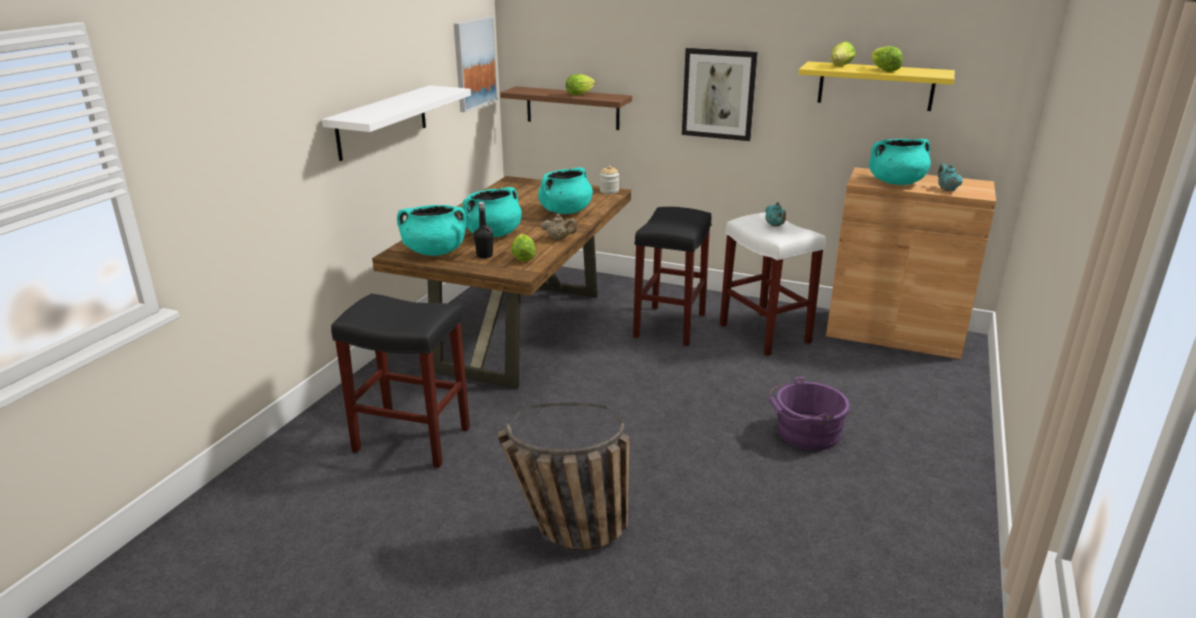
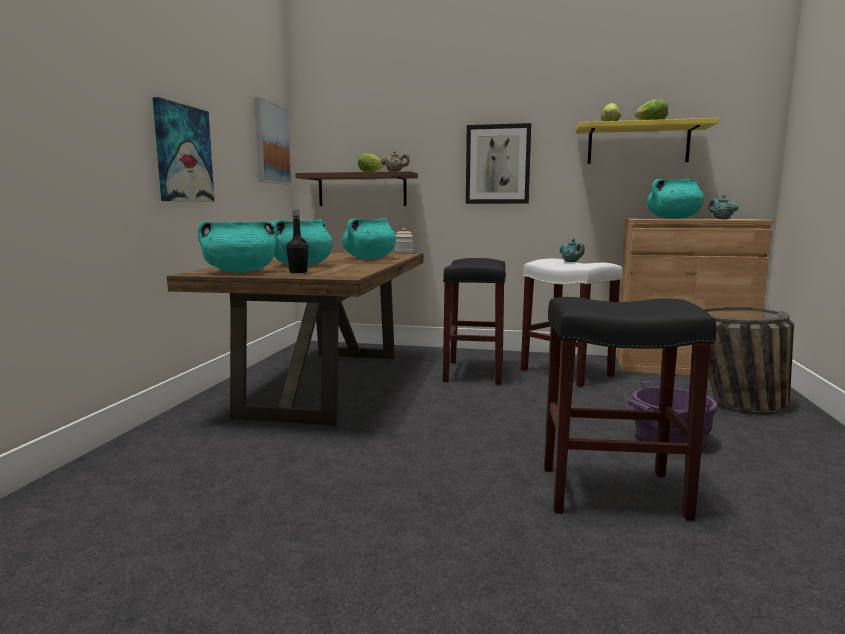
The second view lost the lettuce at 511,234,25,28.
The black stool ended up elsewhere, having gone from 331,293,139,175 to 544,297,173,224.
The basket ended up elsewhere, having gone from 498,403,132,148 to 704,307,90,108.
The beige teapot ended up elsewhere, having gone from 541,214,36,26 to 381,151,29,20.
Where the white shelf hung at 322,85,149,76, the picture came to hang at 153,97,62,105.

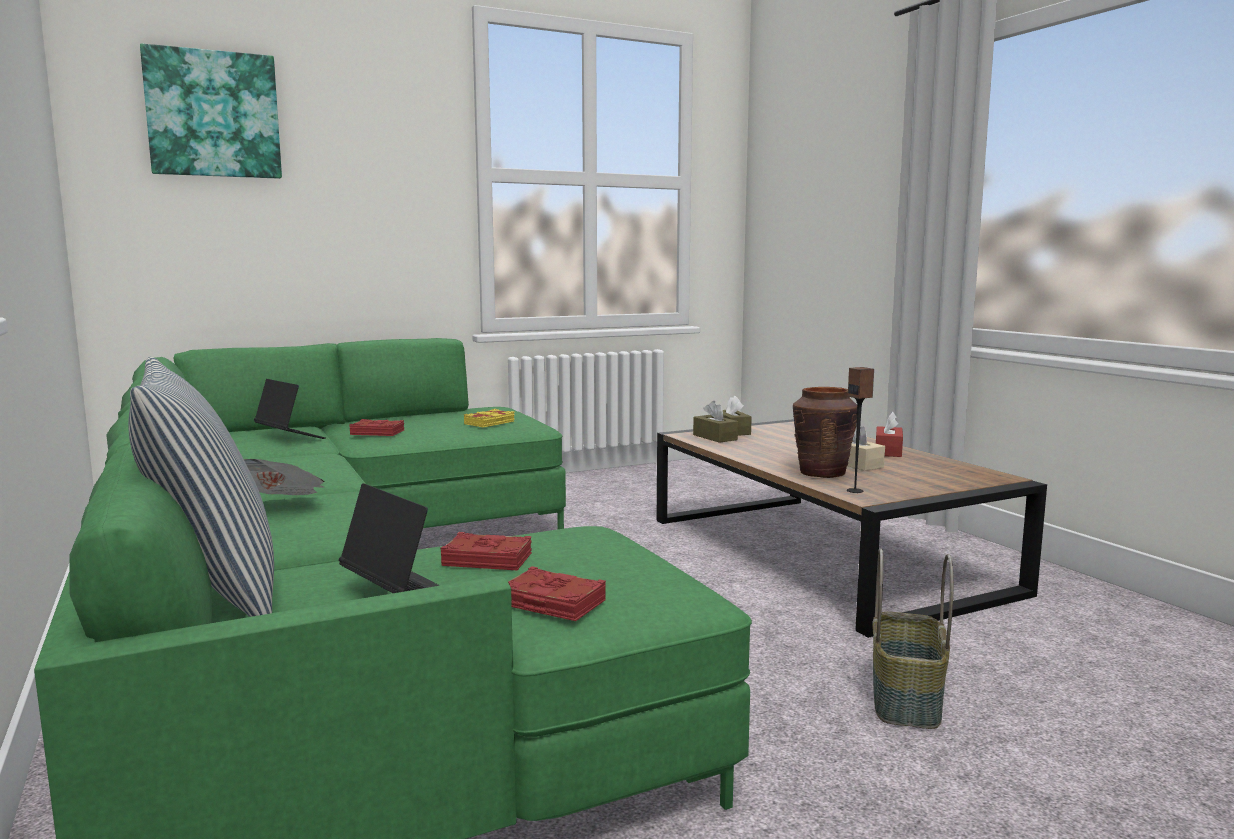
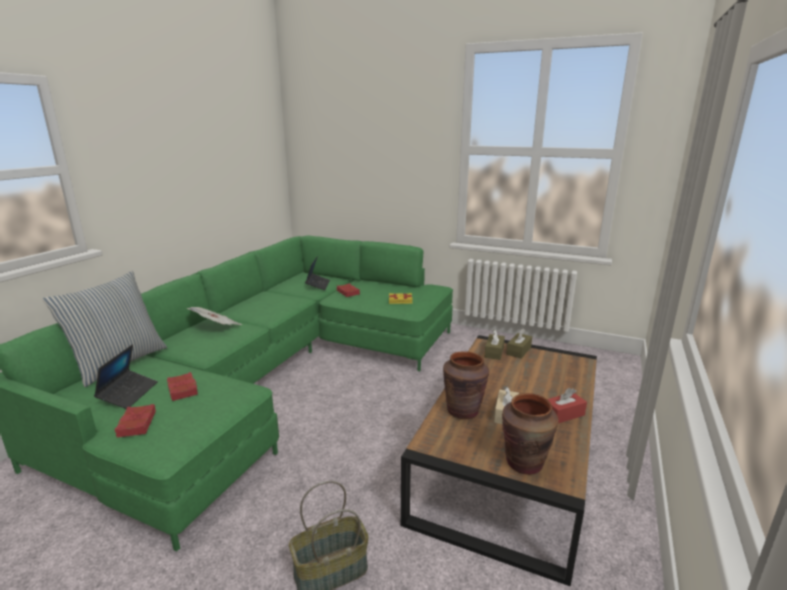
The second view lost the picture at 140,43,142,136.
The second view lost the speaker at 847,367,27,126.
The second view gained the brown vase at 502,393,56,82.

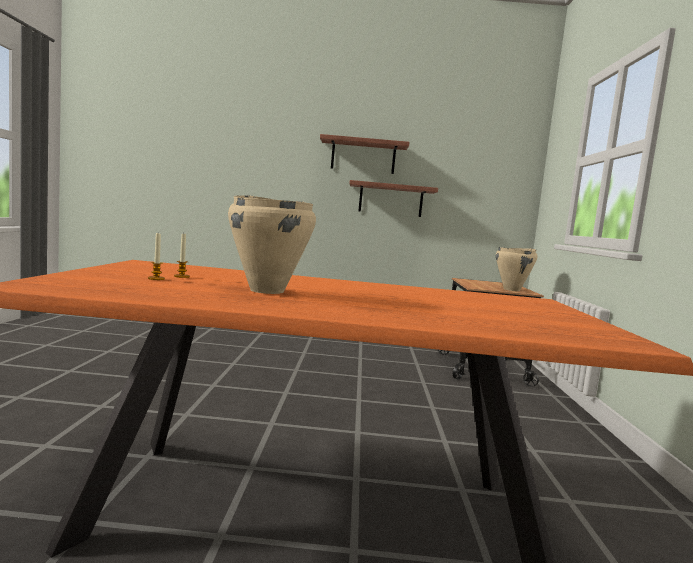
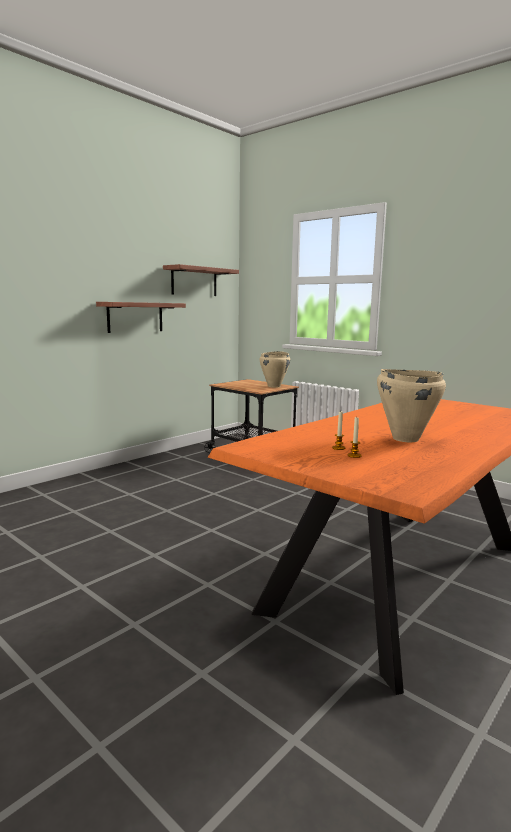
The shelf ended up elsewhere, having gone from 320,134,89,40 to 163,264,76,32.

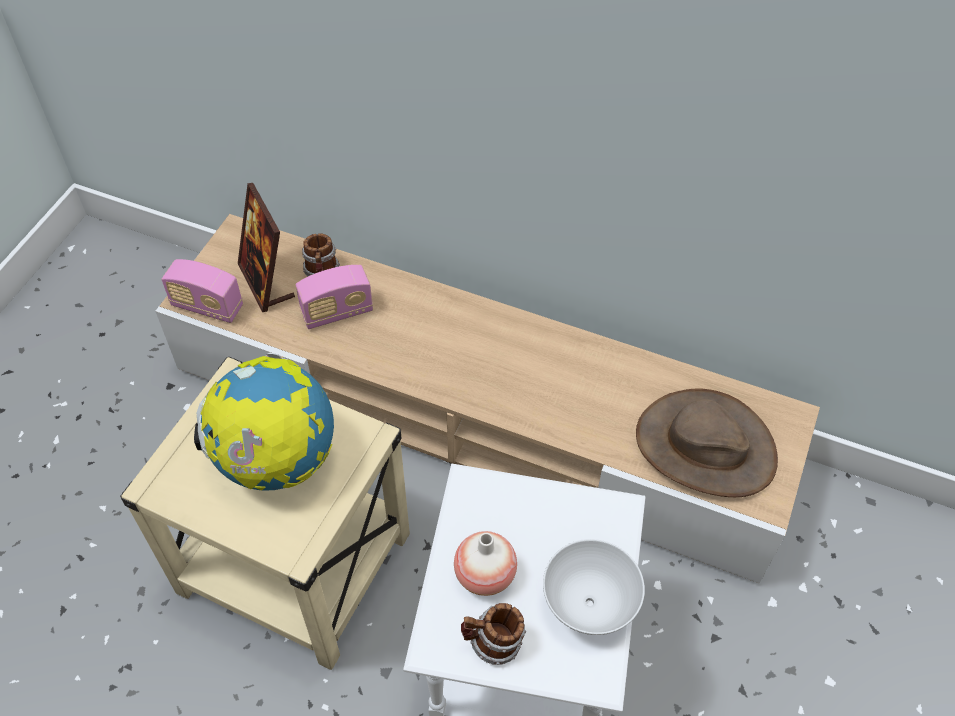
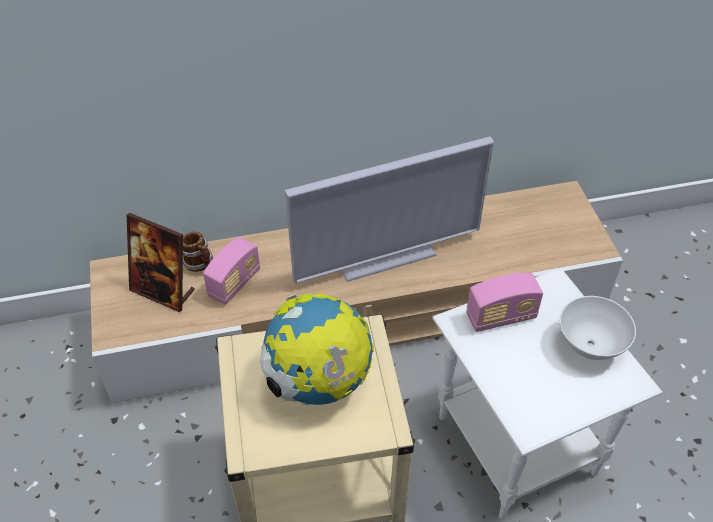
The second view lost the vase at 454,531,63,65.
The second view lost the mug at 461,603,65,62.
The second view lost the brown hat at 636,388,142,109.
The second view gained the television at 285,137,209,146.
The radio ended up elsewhere, having gone from 162,259,81,64 to 466,273,77,59.

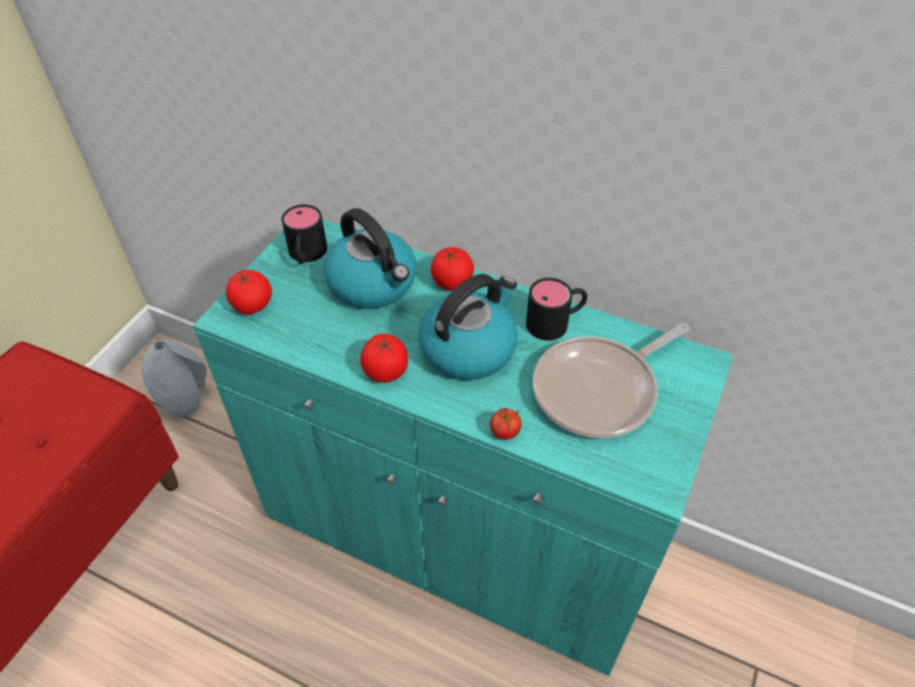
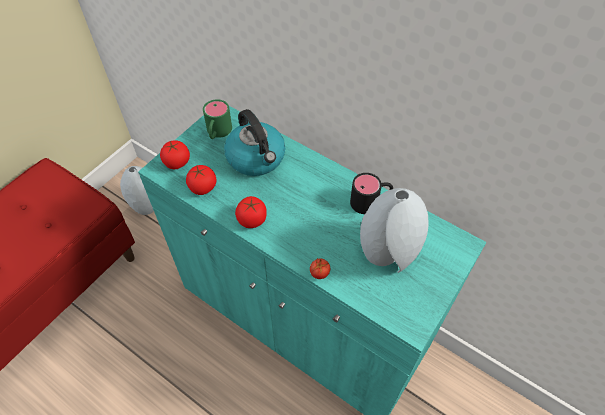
The second view lost the kettle at 418,274,100,106.
The tomato ended up elsewhere, having gone from 431,247,43,43 to 186,165,30,30.
Where the frying pan stood at 533,323,157,116, the grey vase came to stand at 360,188,68,85.
What was the black mug at 282,205,45,59 turned into the green mug at 203,99,29,40.

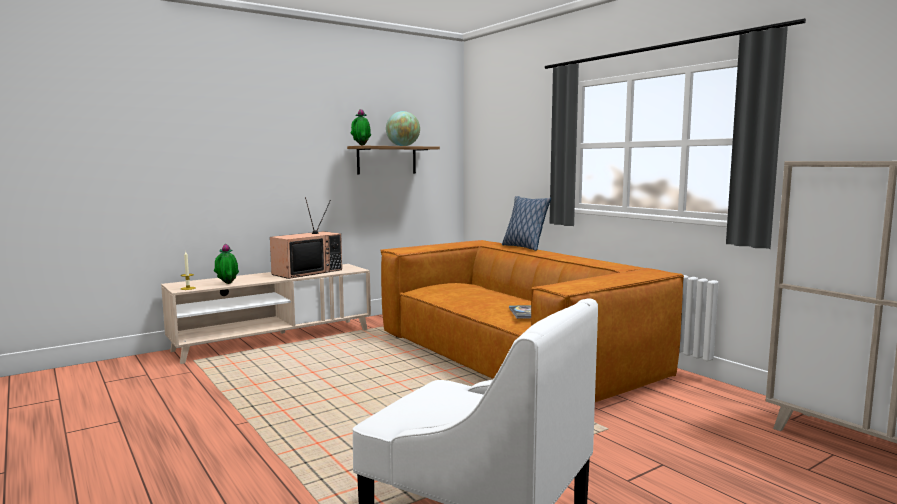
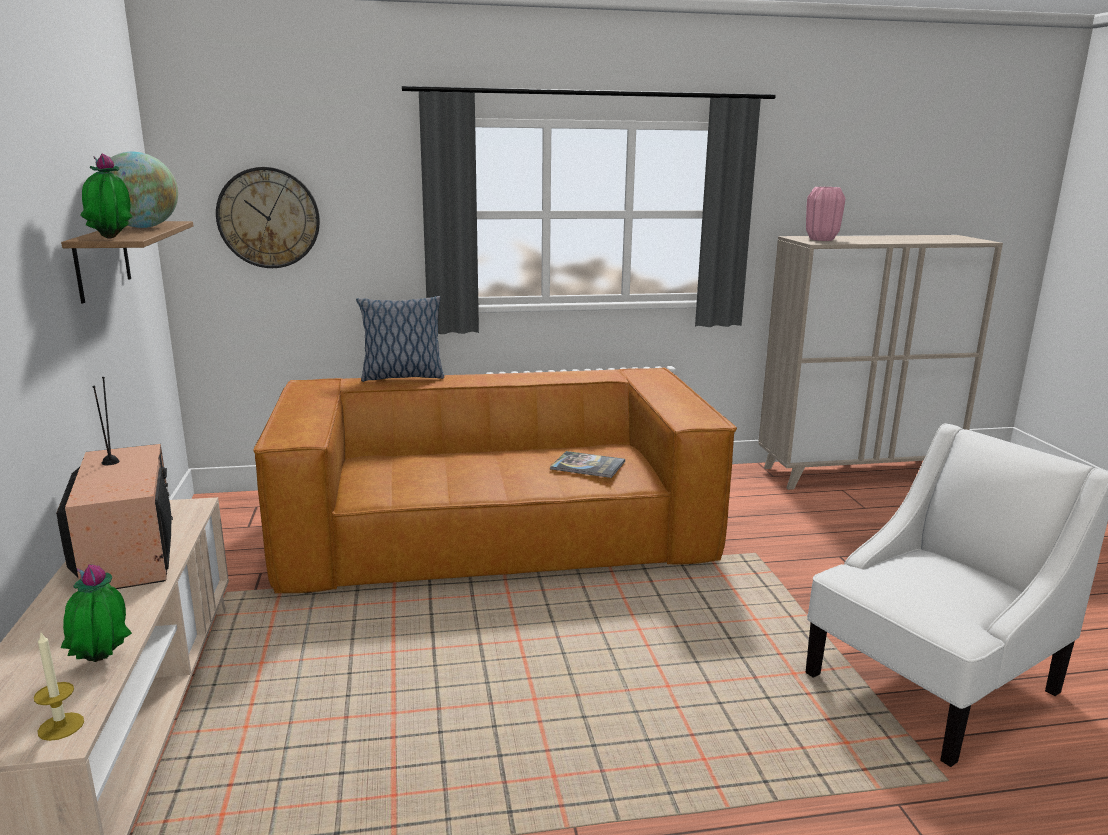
The second view gained the wall clock at 216,167,104,101.
The second view gained the pink vase at 806,187,39,54.

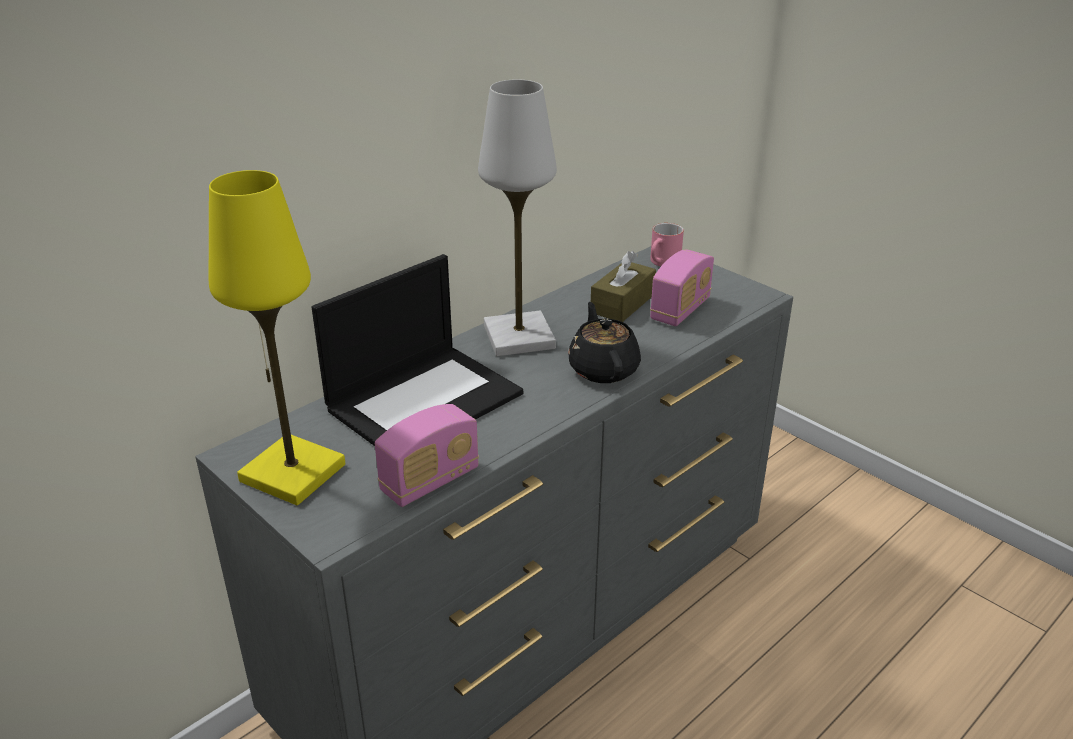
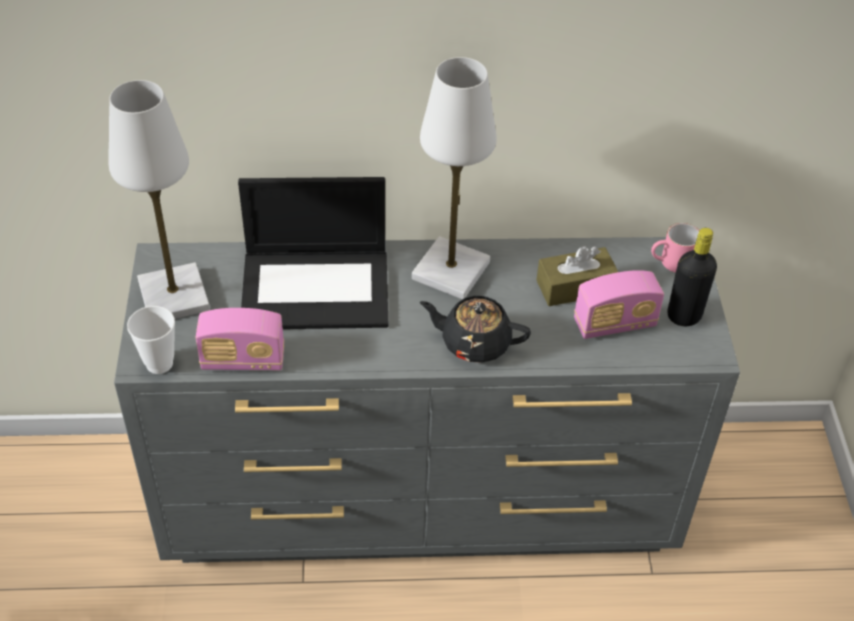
The second view gained the cup at 127,306,48,68.
The second view gained the black bottle at 667,228,50,98.
What was the yellow table lamp at 209,170,136,335 turned into the white table lamp at 108,80,102,239.
The black teapot at 568,302,73,81 ended up facing another way, 105 degrees counterclockwise from before.

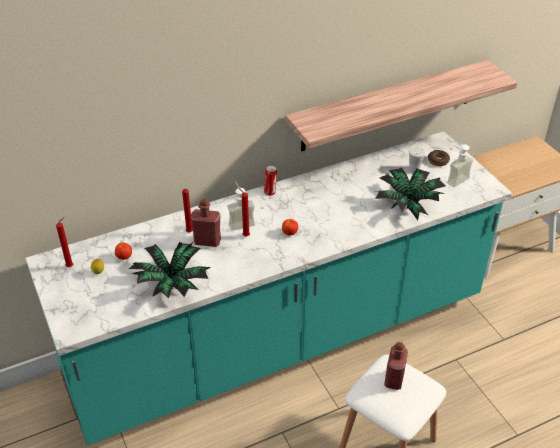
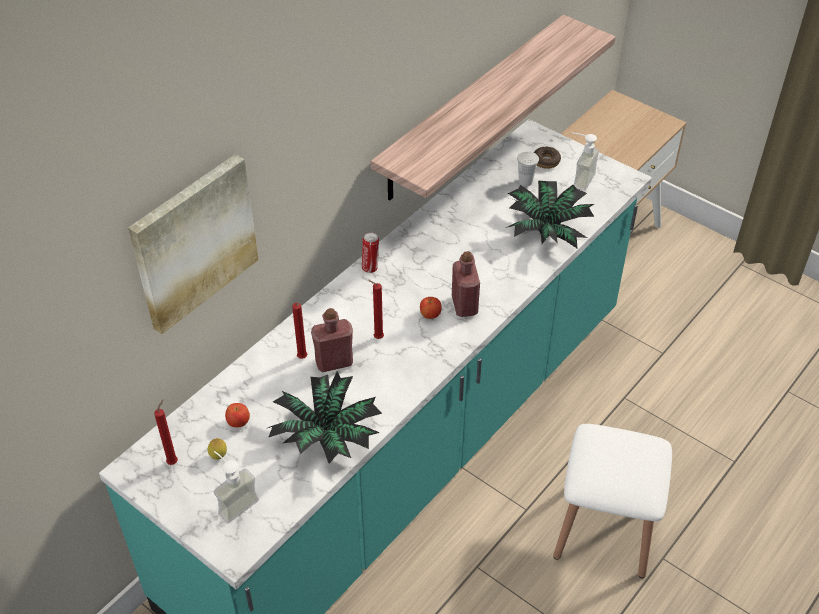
The second view gained the picture at 128,154,131,180.
The soap dispenser ended up elsewhere, having gone from 228,181,27,50 to 214,451,45,72.
The red bottle ended up elsewhere, having gone from 384,342,24,48 to 452,251,28,66.

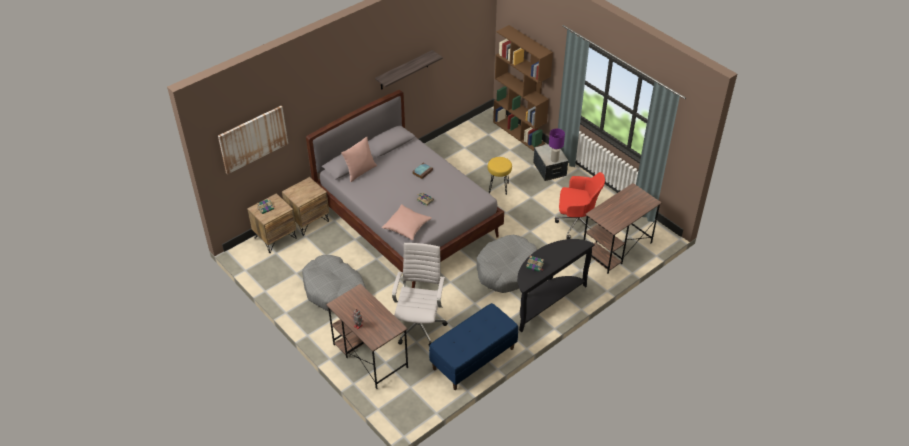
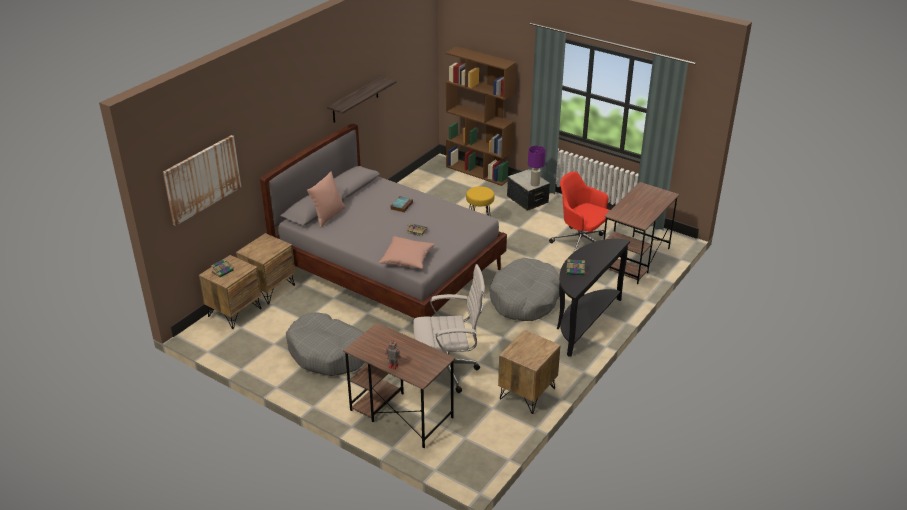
Where the blue bench stood at 429,303,89,87, the brown nightstand came to stand at 498,330,63,84.
The white office chair at 392,243,56,103 ended up facing another way, 90 degrees clockwise from before.
The red office chair at 555,172,50,67 ended up facing another way, 135 degrees counterclockwise from before.

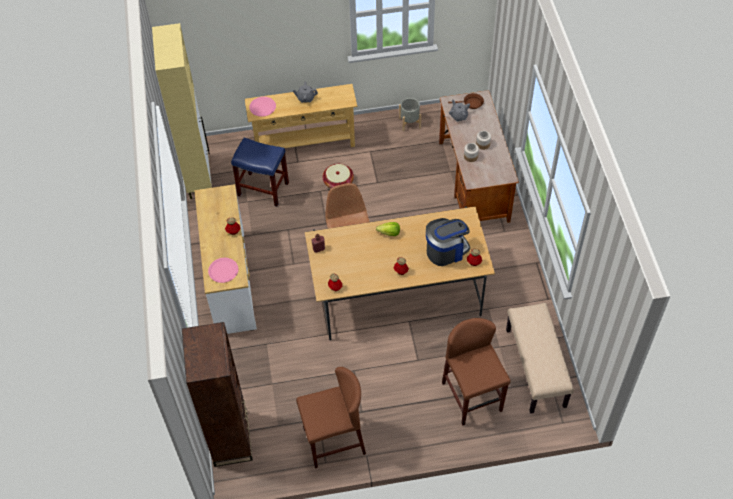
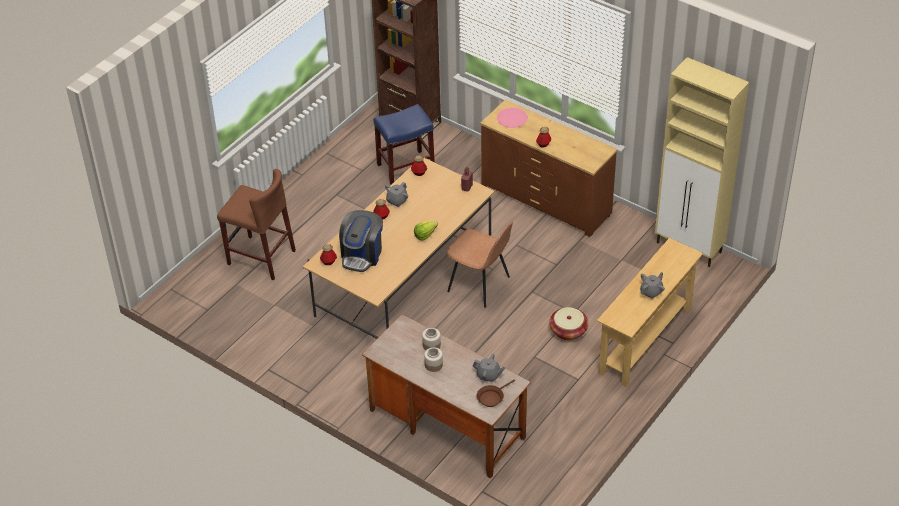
The second view lost the pink plate at 249,97,27,20.
The second view lost the brown stool at 296,367,70,101.
The second view lost the grey planter at 399,98,22,33.
The second view lost the beige bench at 506,303,68,111.
The second view gained the grey teapot at 385,182,23,25.
The blue stool ended up elsewhere, having gone from 231,138,58,68 to 374,104,61,81.
What was the white dresser at 194,184,63,150 turned into the brown dresser at 480,100,138,137.

